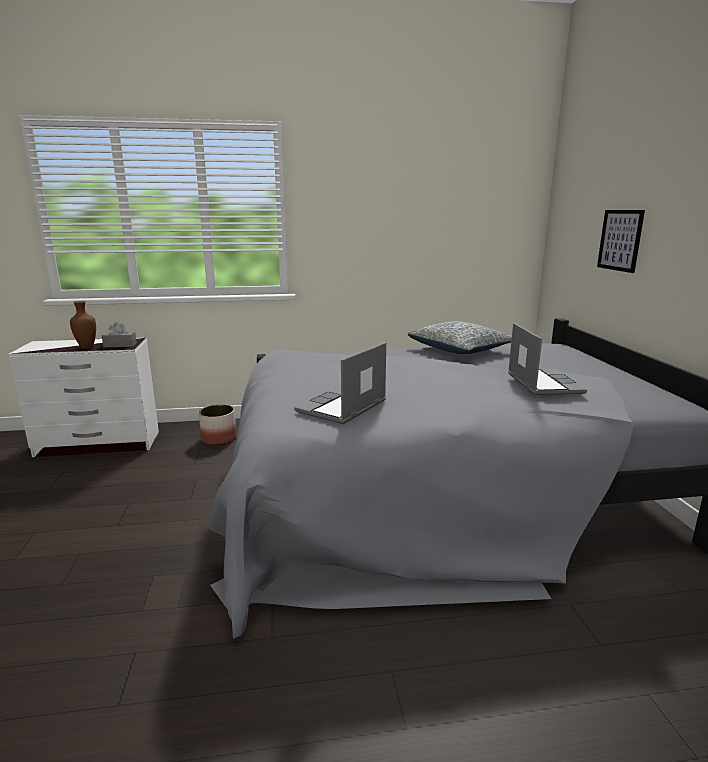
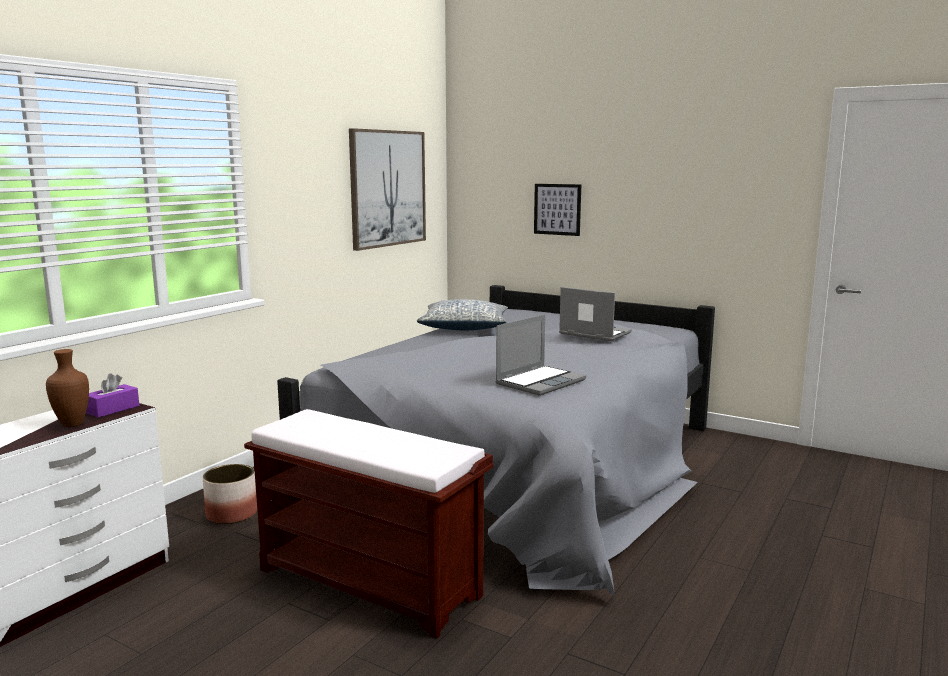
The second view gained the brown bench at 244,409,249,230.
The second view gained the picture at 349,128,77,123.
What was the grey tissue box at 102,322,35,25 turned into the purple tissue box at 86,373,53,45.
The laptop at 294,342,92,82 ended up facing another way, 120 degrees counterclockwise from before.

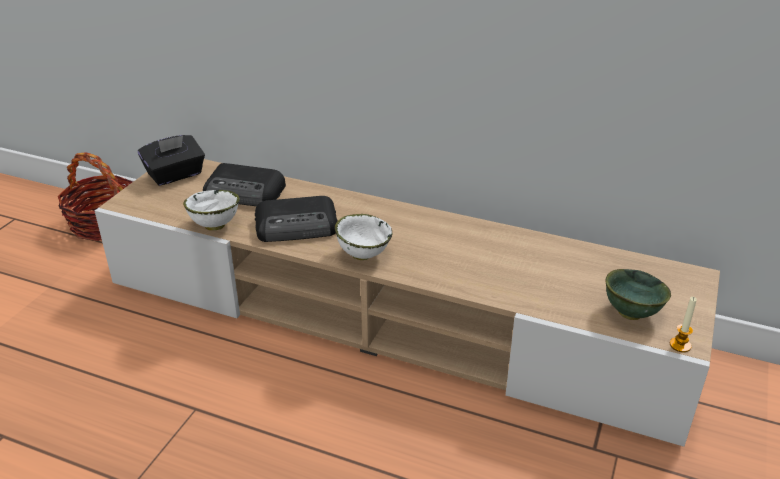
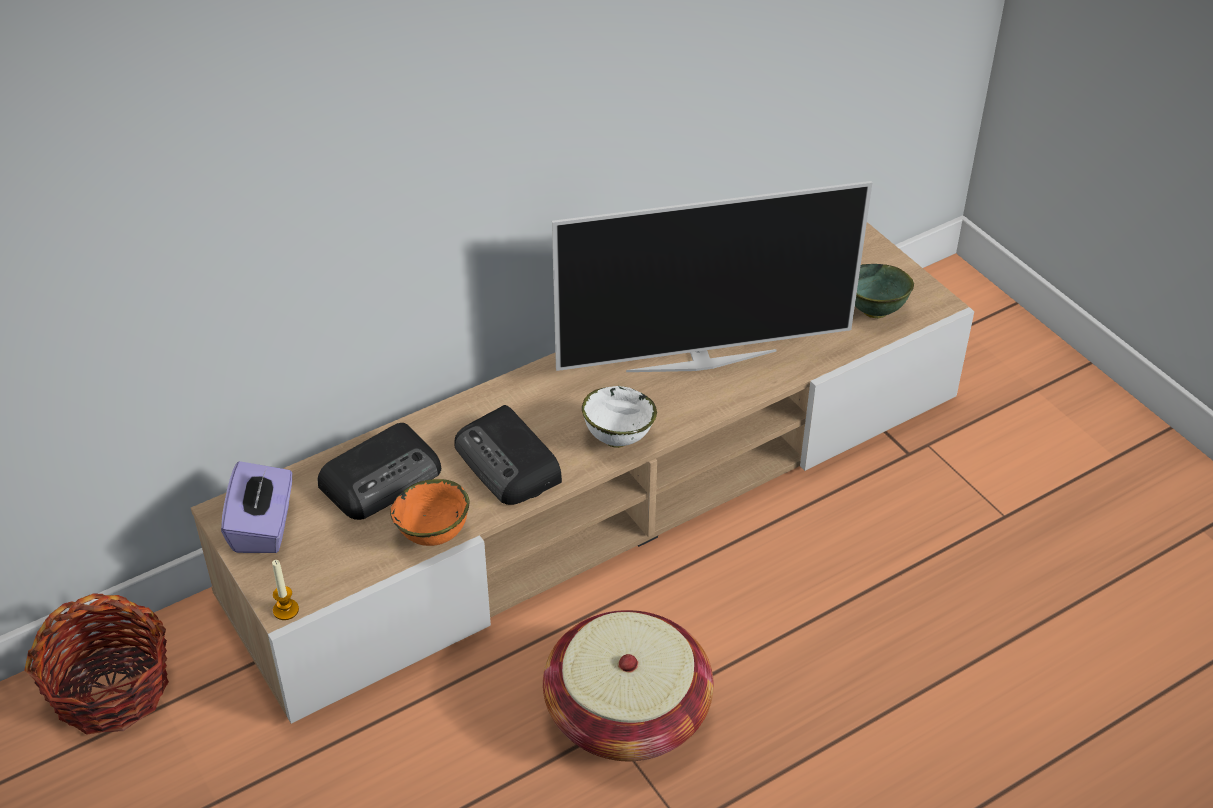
The second view gained the basket at 543,610,171,151.
The second view gained the television at 552,181,320,191.
The candle ended up elsewhere, having gone from 670,297,27,55 to 272,560,27,60.
What was the black tissue box at 138,135,67,51 turned into the purple tissue box at 221,461,71,92.
What was the white bowl at 183,190,57,40 turned into the orange bowl at 390,479,80,67.
The radio at 255,196,83,46 ended up facing another way, 120 degrees clockwise from before.

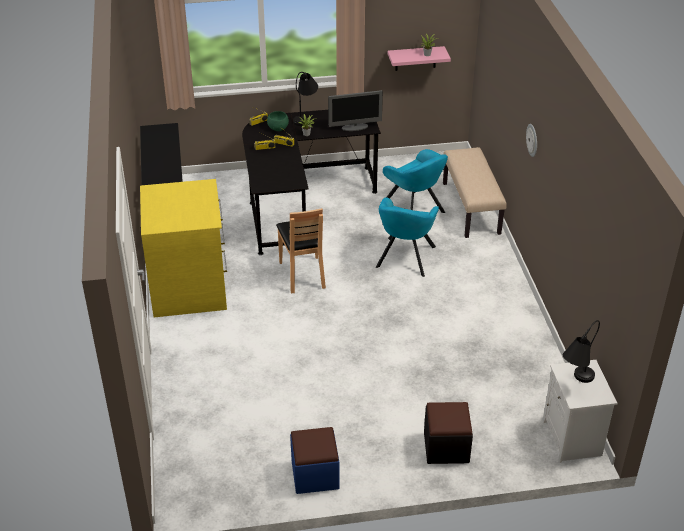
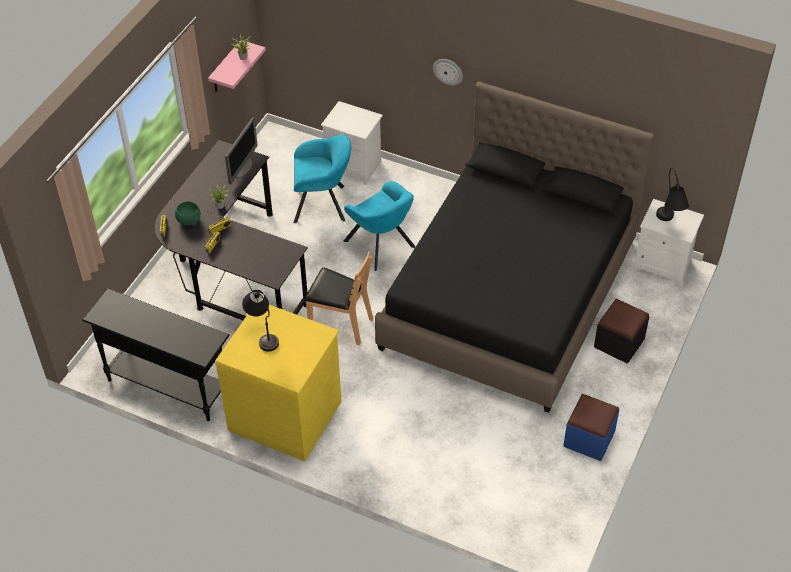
The second view gained the black bed at 375,82,279,331.
The black table lamp ended up elsewhere, having gone from 293,72,25,54 to 242,290,37,62.
Where the beige bench stood at 443,147,64,91, the white nightstand came to stand at 321,101,62,84.

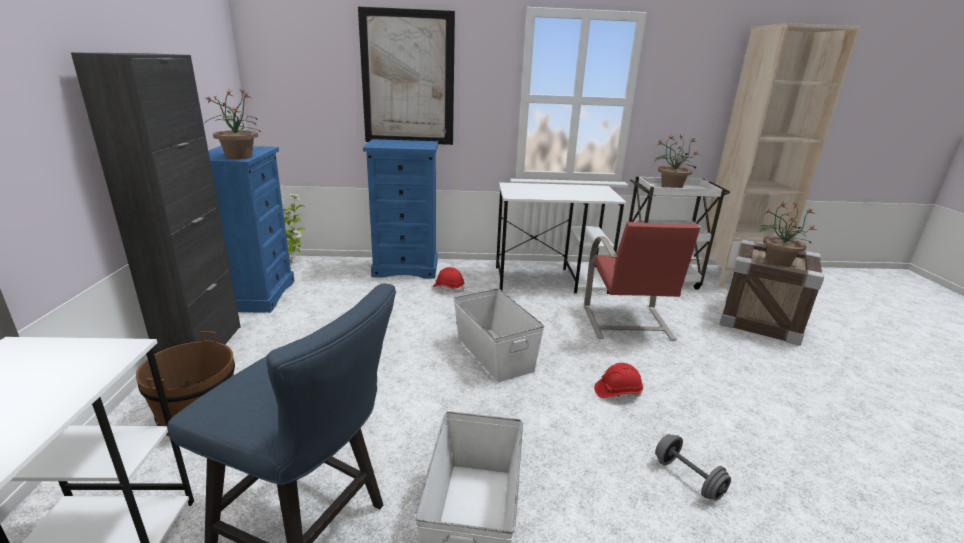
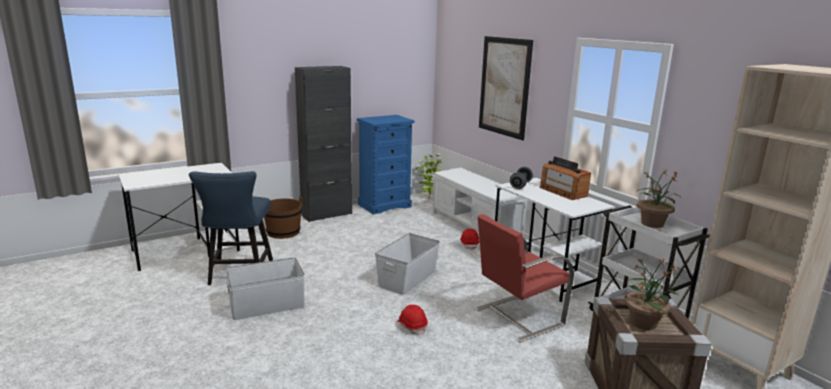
The second view lost the potted plant at 205,89,56,70.
The second view gained the radio at 540,156,51,44.
The grey dumbbell ended up elsewhere, having gone from 655,434,76,67 to 510,167,23,22.
Where the blue dresser stood at 363,139,75,140, the white bench came to stand at 432,167,97,70.

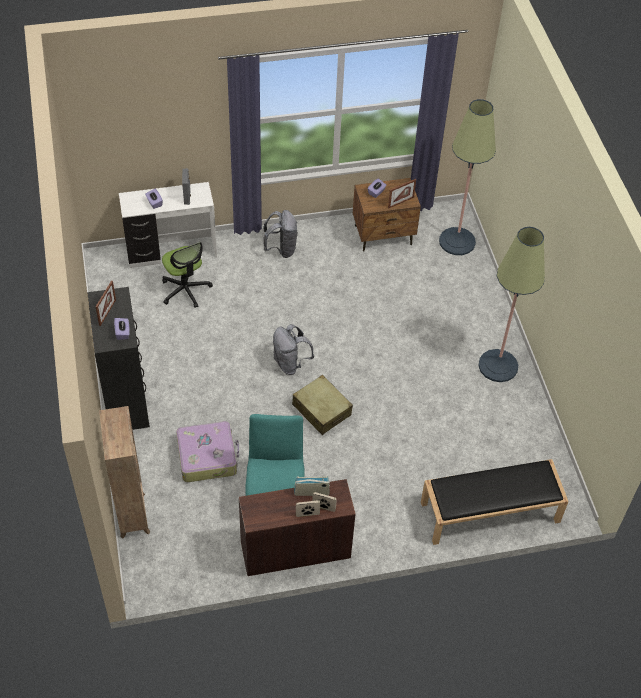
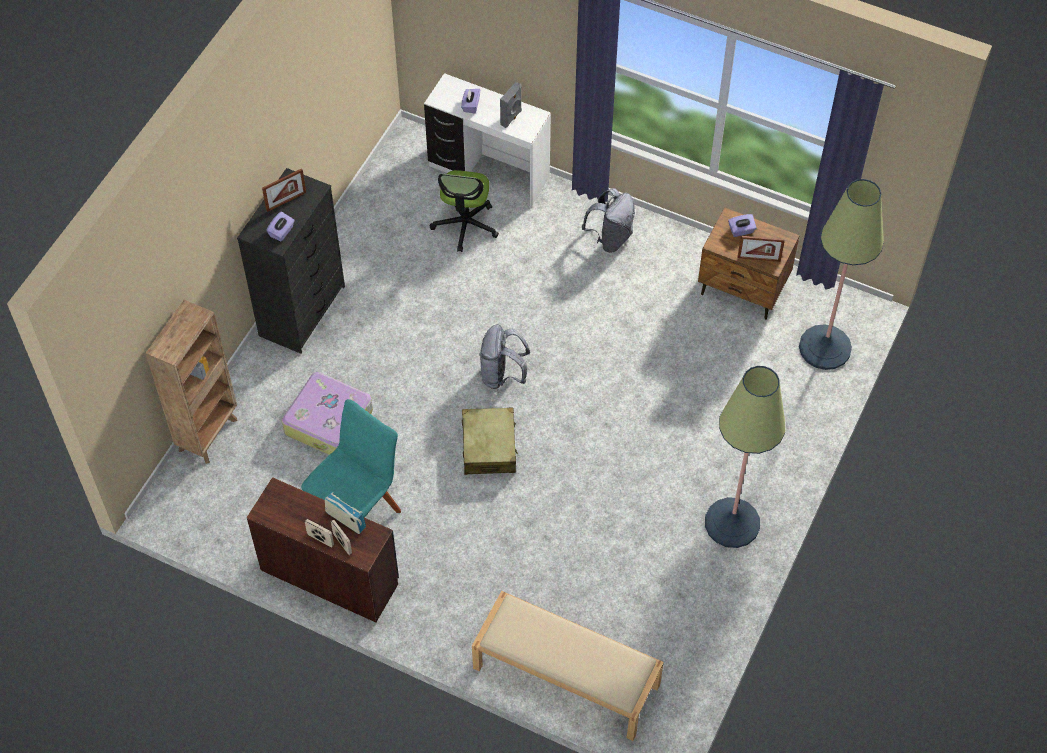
What was the black bench at 421,459,148,86 turned into the beige bench at 472,591,192,150.

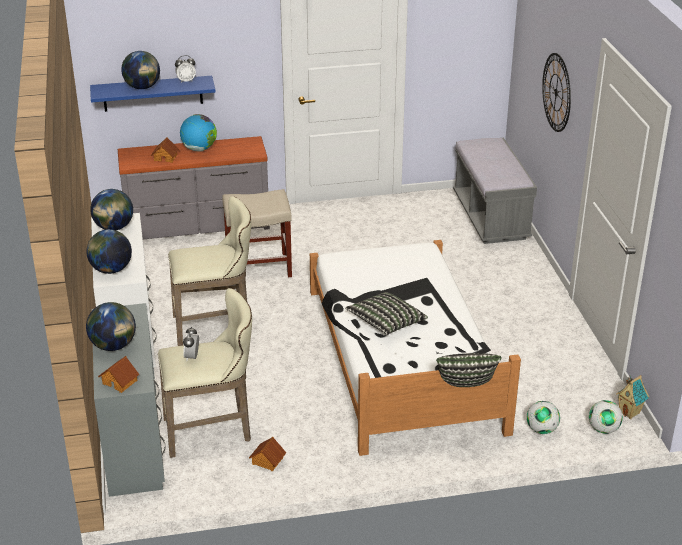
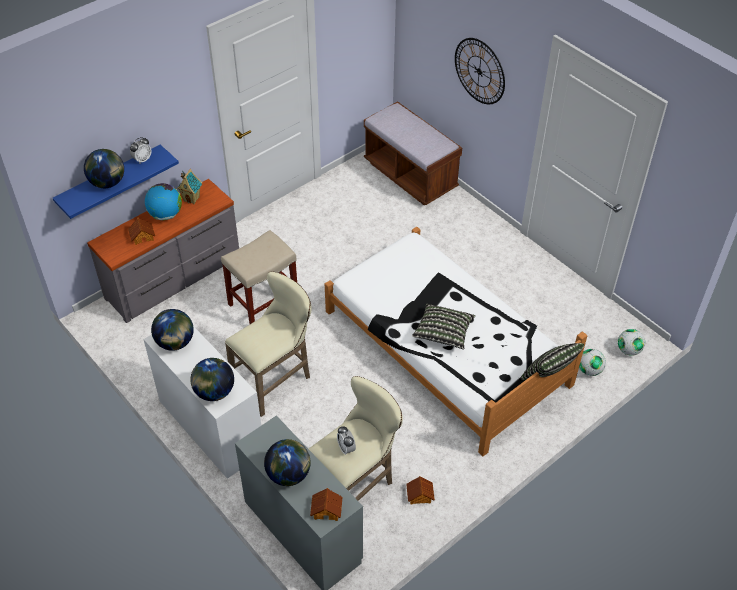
The toy house ended up elsewhere, having gone from 616,375,33,44 to 177,169,25,35.
What was the grey bench at 453,138,84,106 turned into the brown bench at 364,101,98,104.

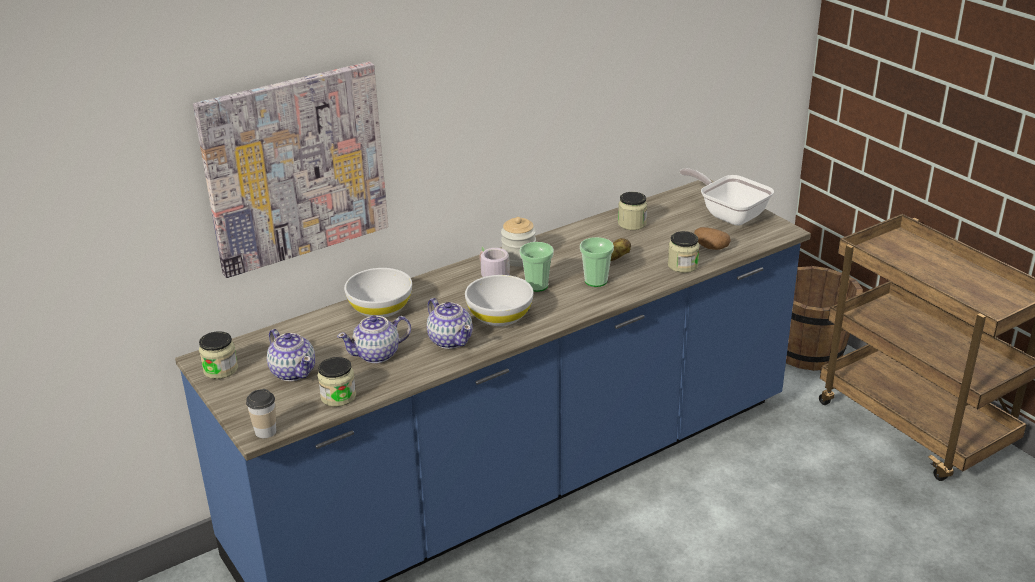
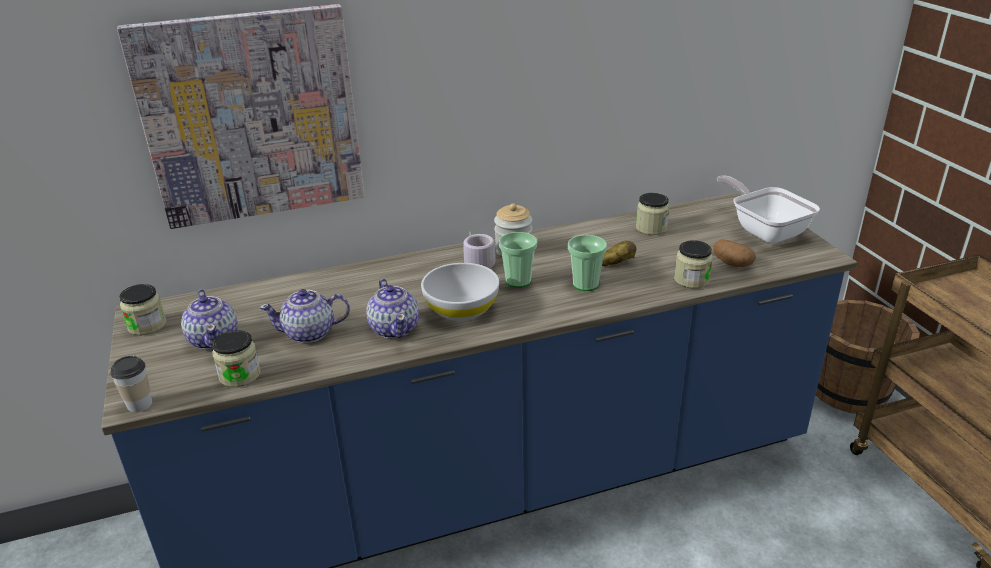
The second view lost the white bowl at 344,268,68,50.

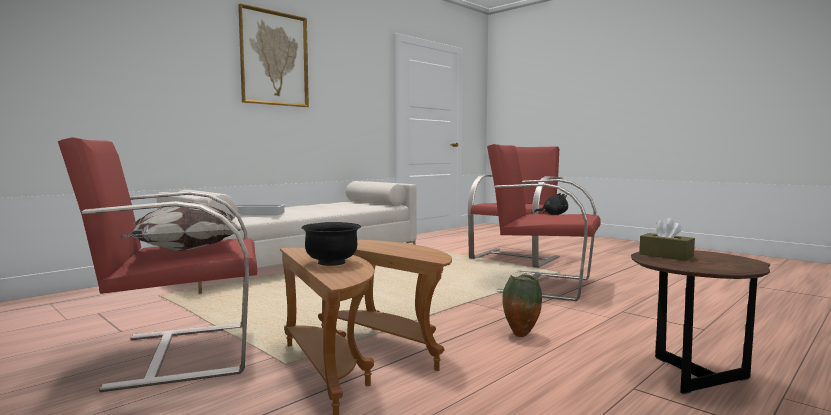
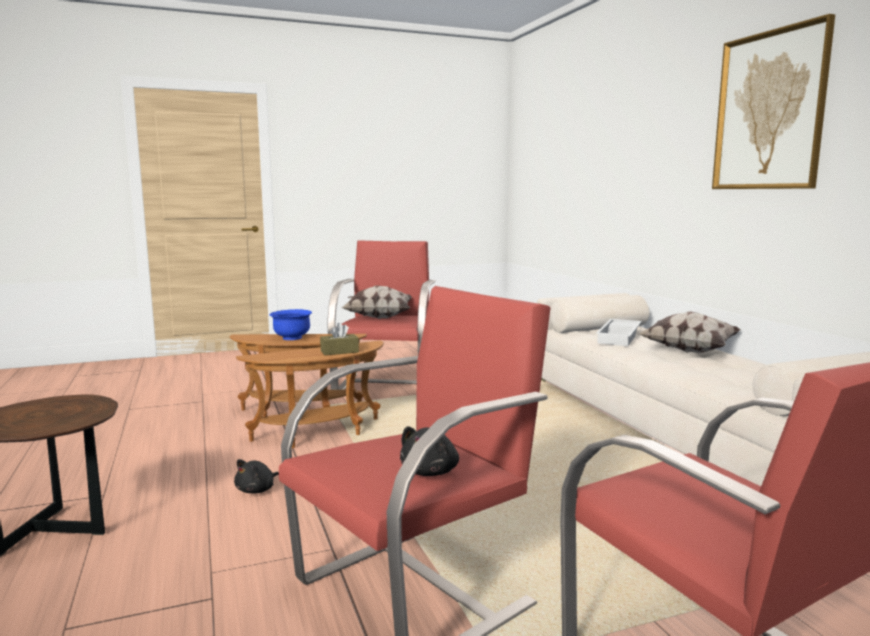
The second view gained the pillow at 639,311,101,42.
The brown tissue box ended up elsewhere, having gone from 639,218,56,43 to 320,323,39,32.
Where the vase stood at 502,274,40,63, the black plush toy came to stand at 234,459,45,35.
What was the black bowl at 301,222,60,44 turned into the blue bowl at 270,309,42,31.

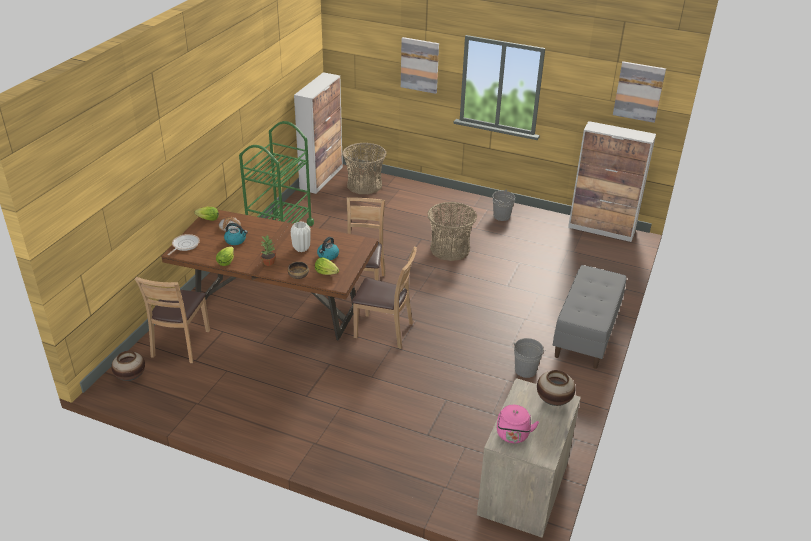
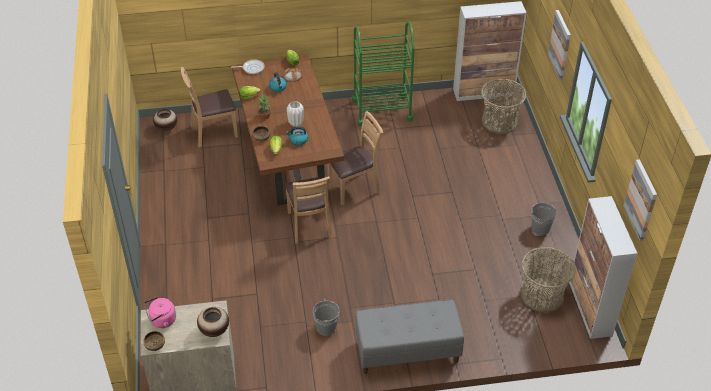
The second view gained the bowl at 143,331,22,20.
The basket ended up elsewhere, having gone from 427,202,50,59 to 521,247,55,66.

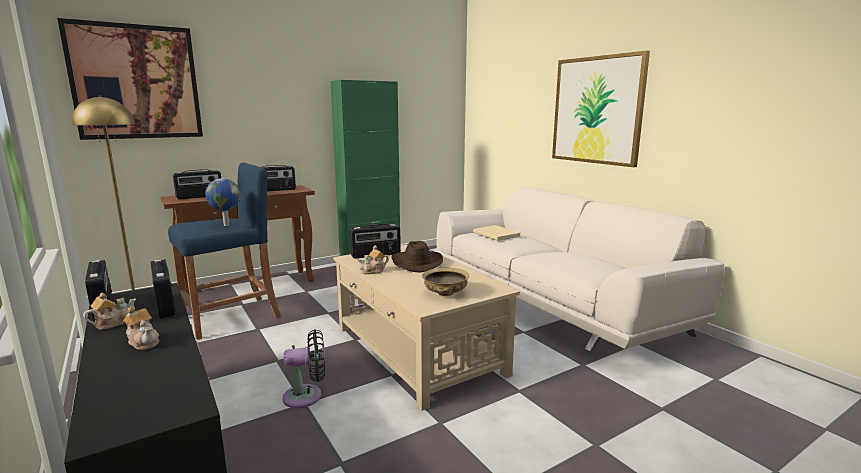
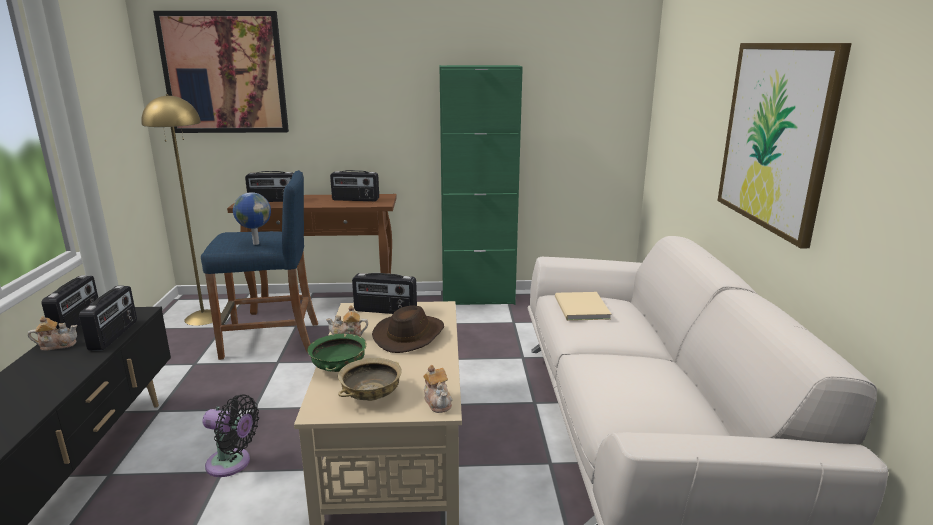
The second view gained the green bowl at 307,334,60,38.
The teapot ended up elsewhere, having gone from 123,306,36,44 to 423,365,29,48.

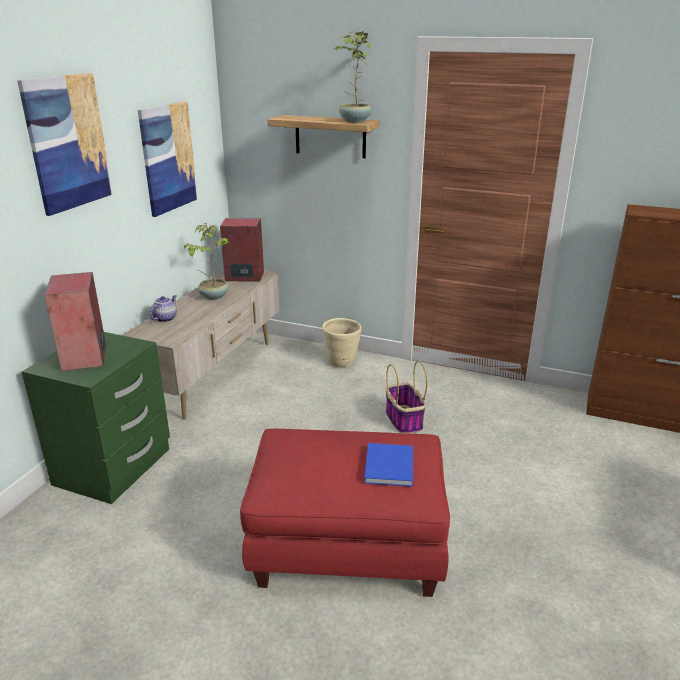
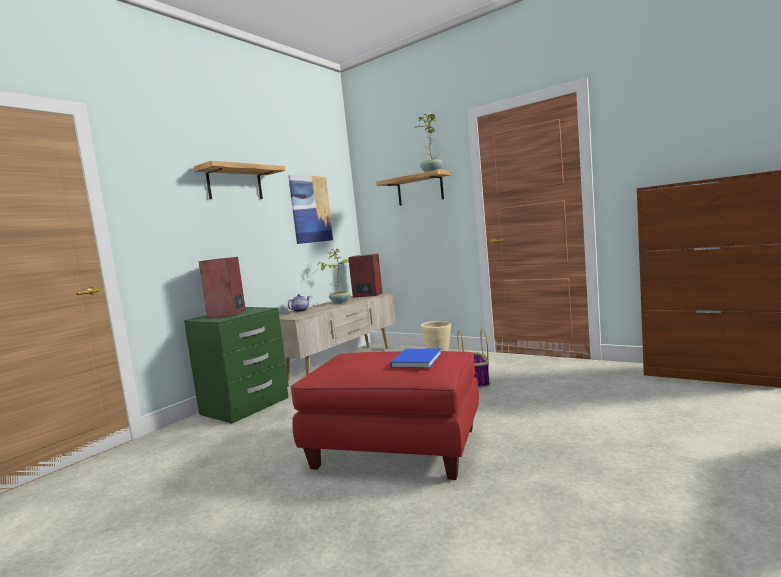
Where the picture hung at 17,73,96,143, the shelf came to hang at 193,161,92,38.

